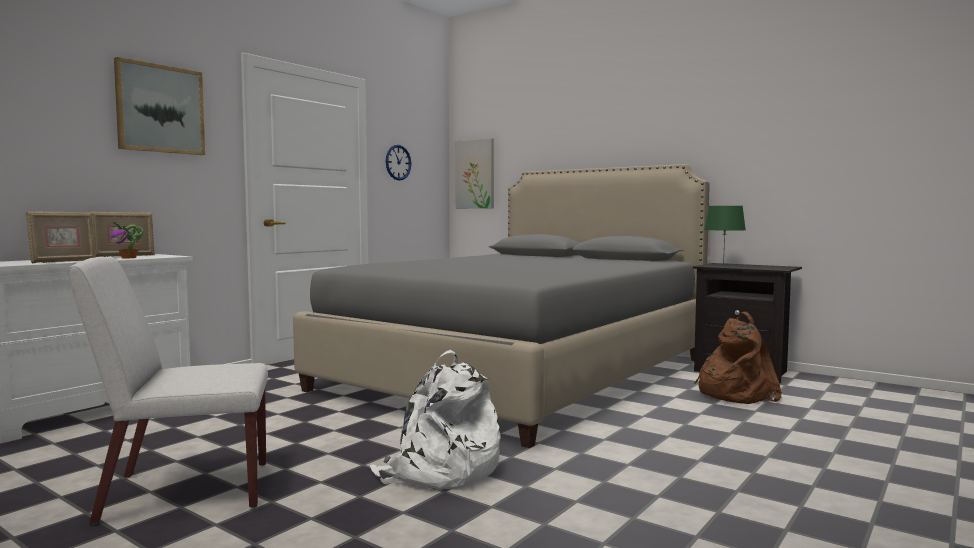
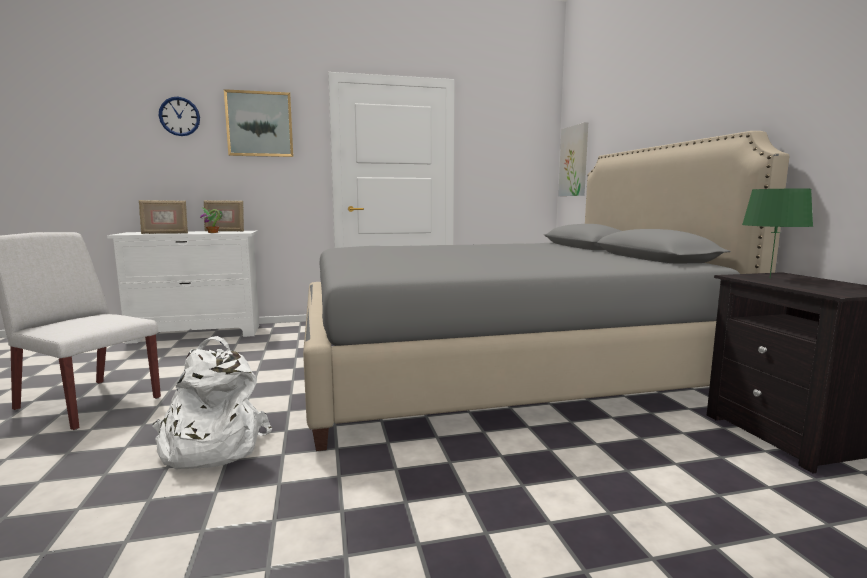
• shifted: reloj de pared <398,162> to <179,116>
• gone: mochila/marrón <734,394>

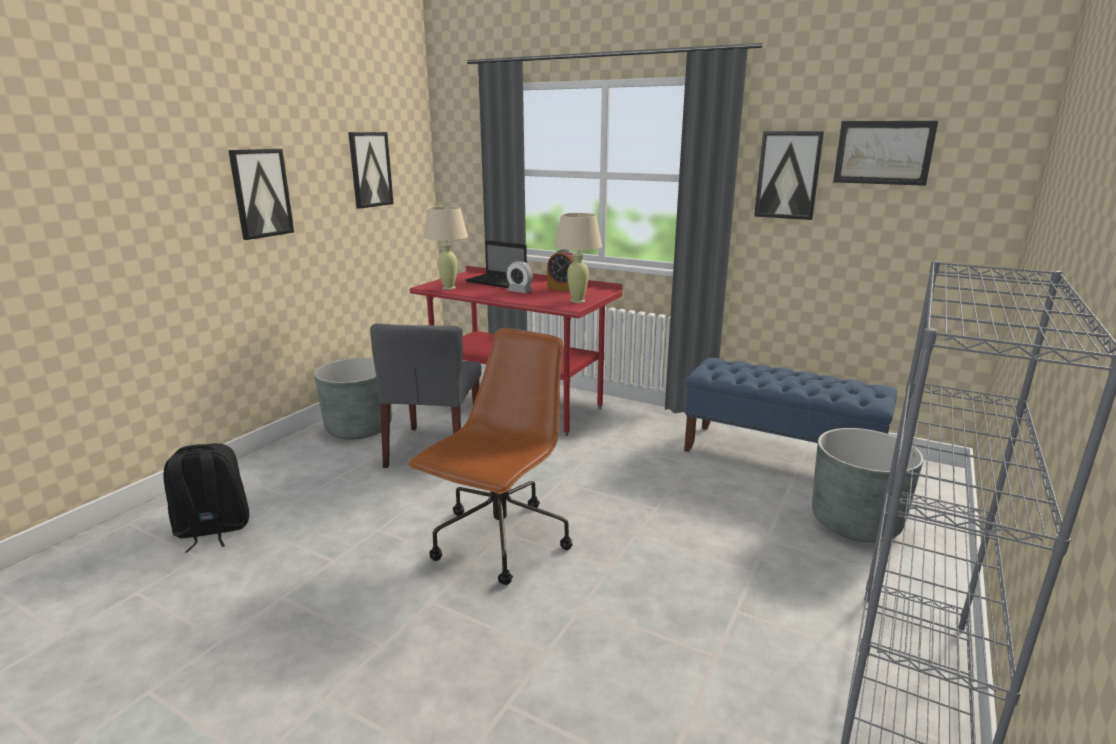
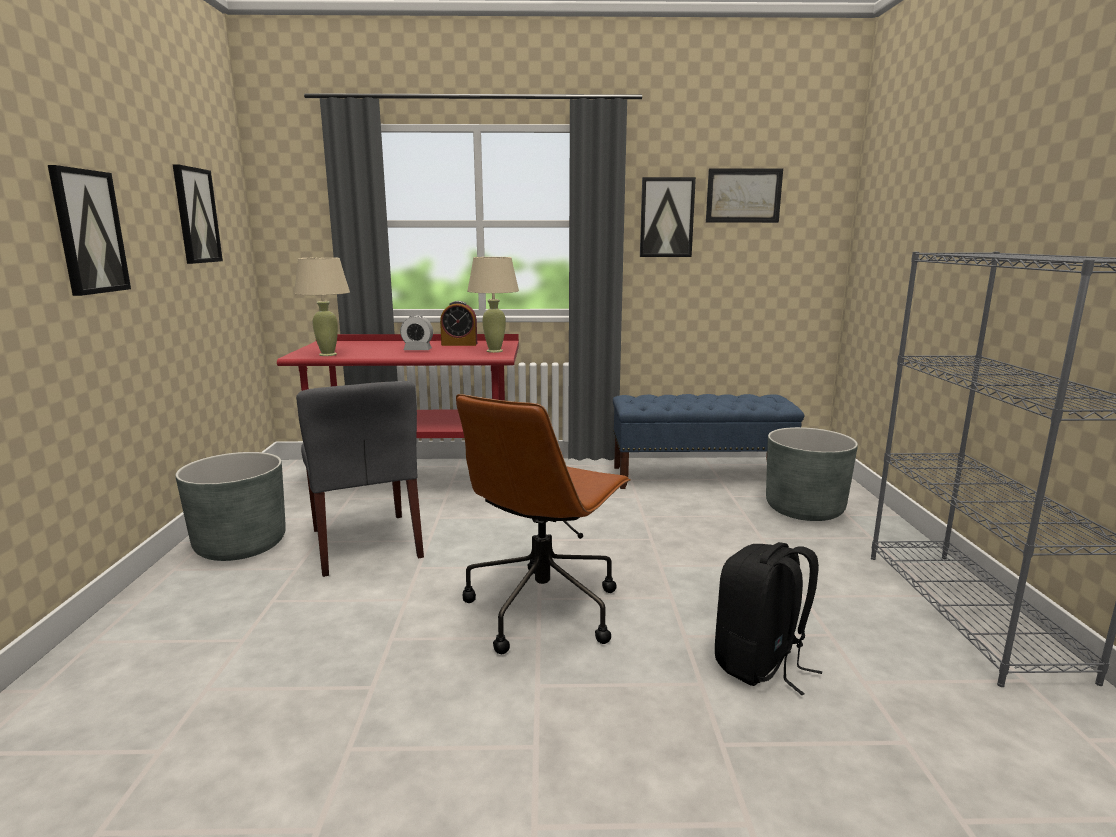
• shifted: mochila/negro <212,530> to <760,664>
• rotated: silla de oficina/marrón <500,542> = <543,608> 150 degrees counterclockwise
• gone: portátil <497,282>

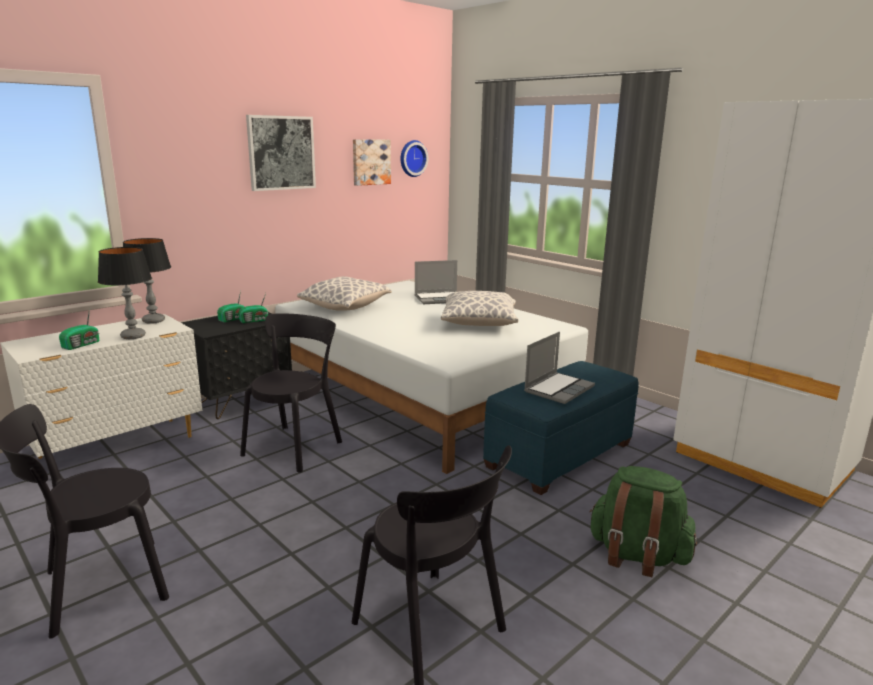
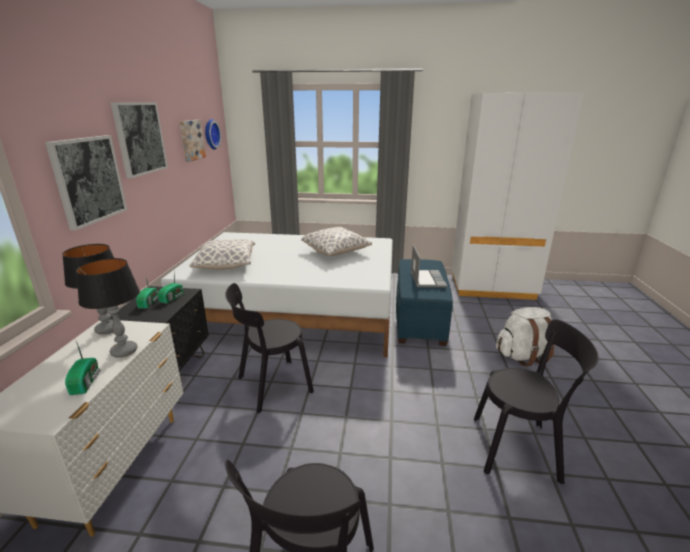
• rotated: silla/negro <295,446> = <271,386> 105 degrees counterclockwise
• gone: portátil <440,299>
• repainted: mochila/verde <637,556> to mochila/blanco <522,356>
• new: cuadro <88,180>

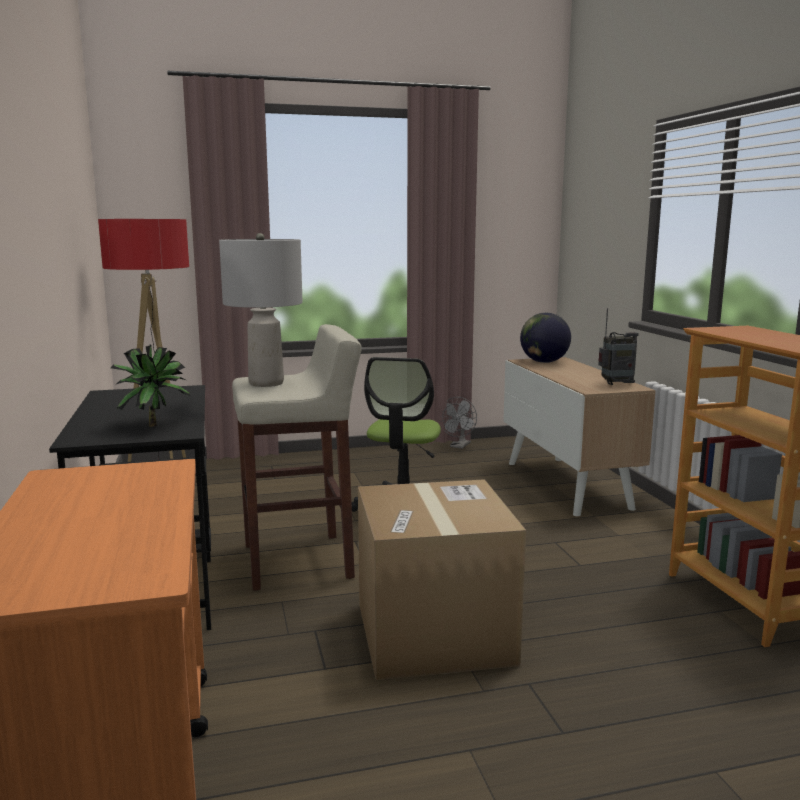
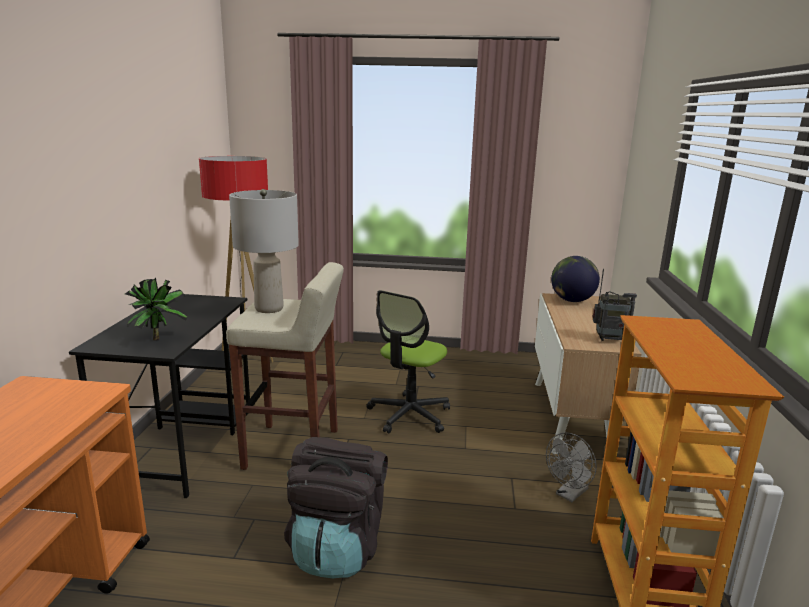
• swapped: caja de cartón <434,633> to mochila/negro <337,547>
• shifted: ventilador/gris <459,446> to <569,495>

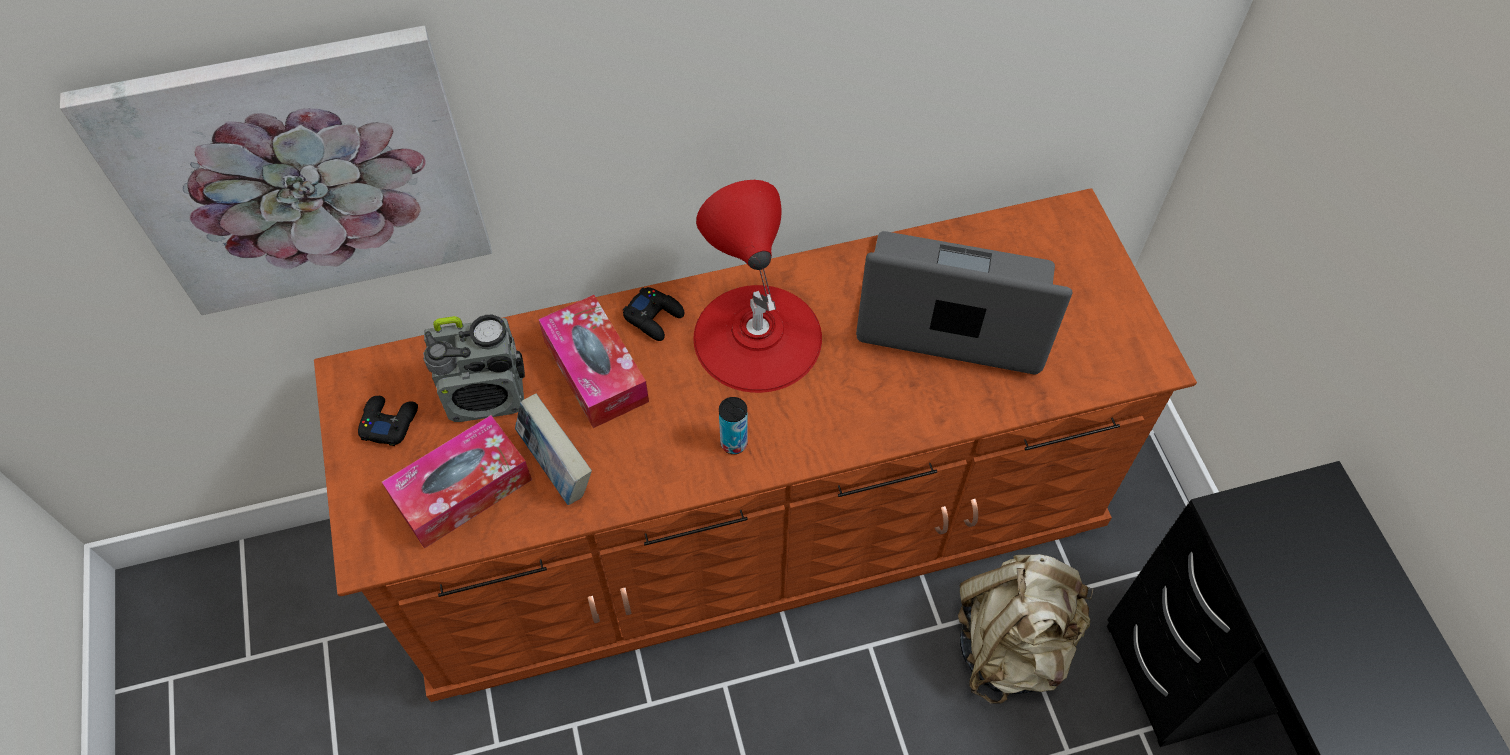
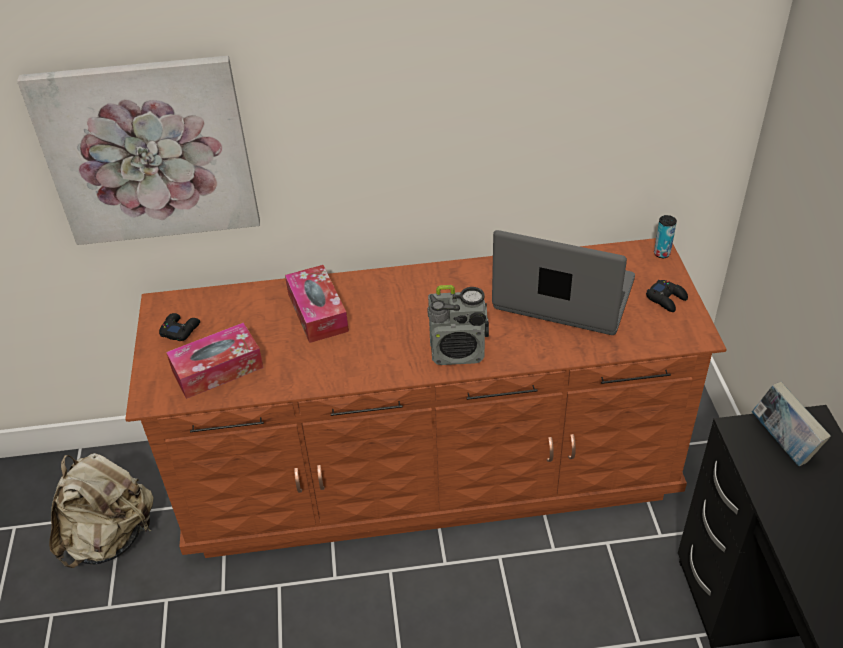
• shifted: radio <487,396> to <458,352>
• shifted: libro <557,469> to <783,443>
• shifted: mando de consola/negro <654,317> to <666,299>
• gone: lámpara de mesa/rojo <757,337>
• shifted: lata <734,443> to <661,253>
• shifted: mochila/beis <1012,645> to <110,538>

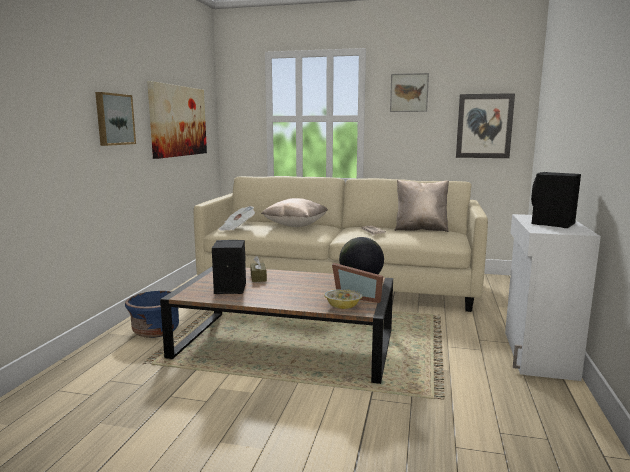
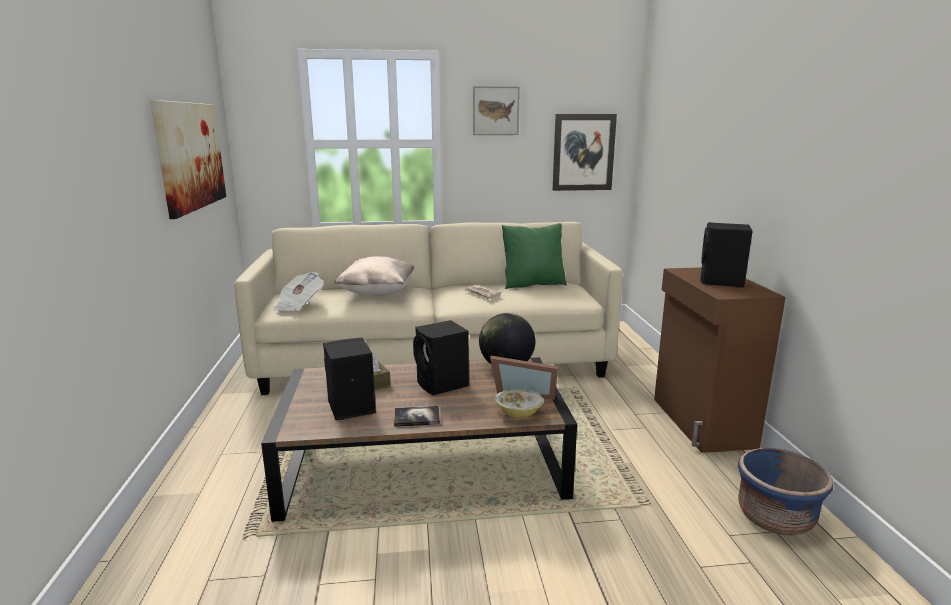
• gone: cuadro <114,119>
• shifted: maceta/azul <156,331> to <775,517>
• repainted: cojín/beis <420,229> to cojín/verde <532,284>
• repainted: armario/blanco <537,354> to armario/marrón <701,422>
• new: libro <417,417>
• new: altavoz/negro <442,385>

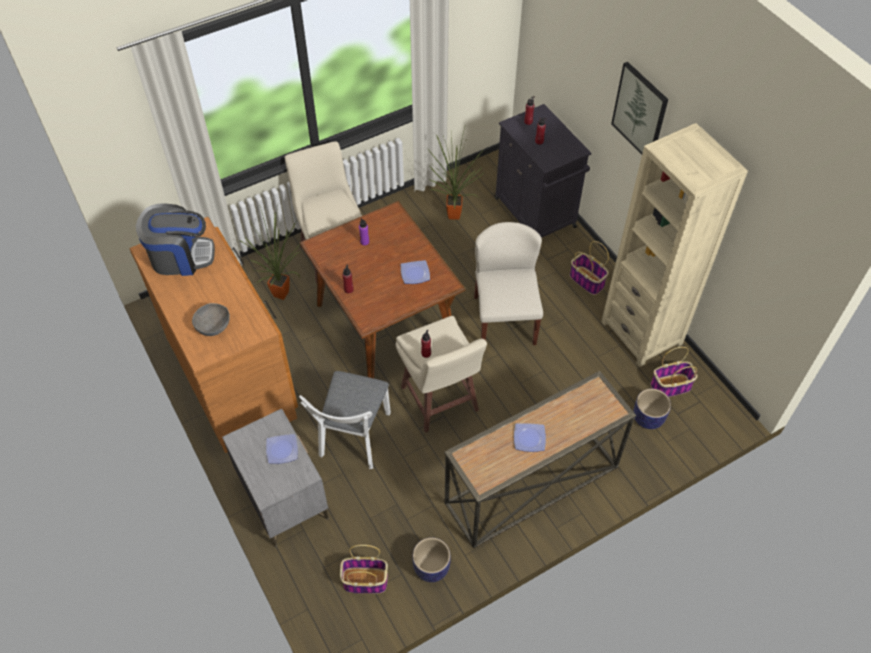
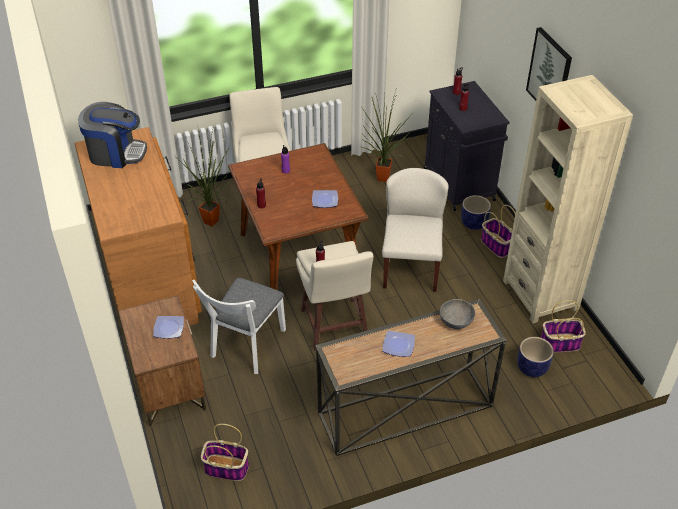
• shifted: cuenco/gris <213,326> to <456,321>
• repainted: mesita de noche/gris <283,498> to mesita de noche/marrón <168,386>
• shifted: maceta <432,568> to <474,223>

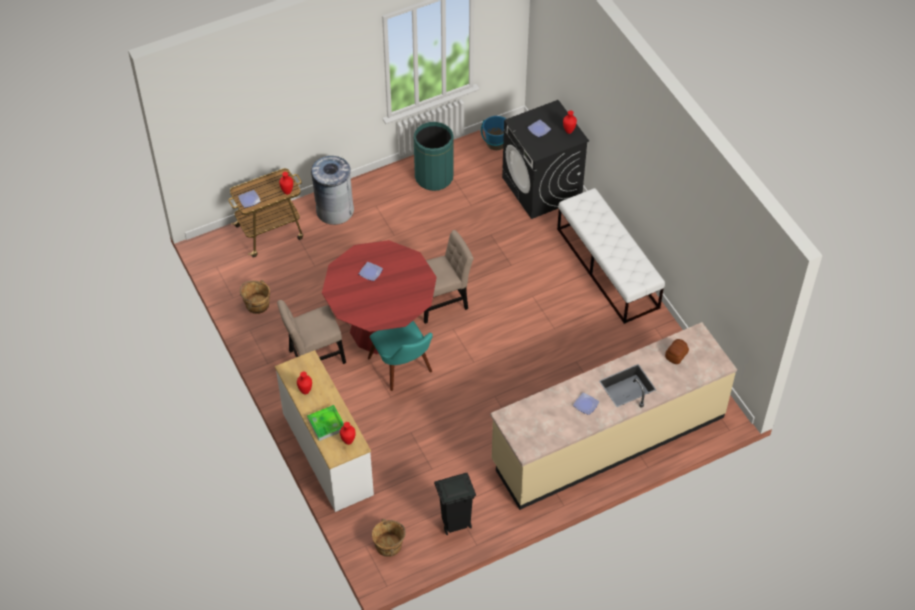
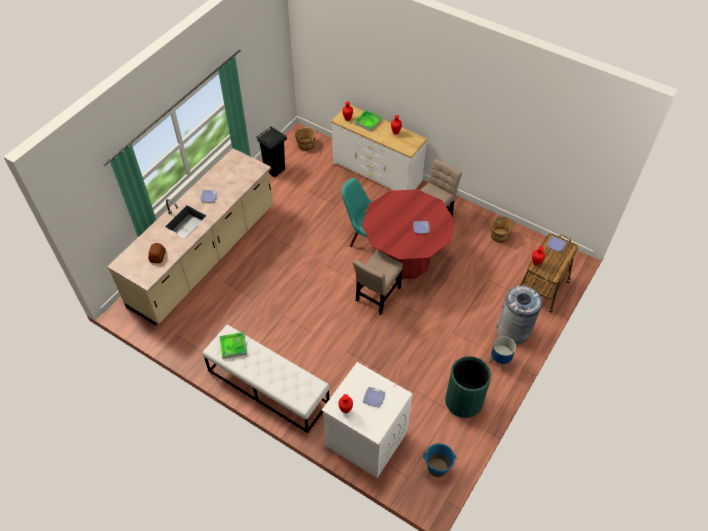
• repainted: lavadora/negro <542,188> to lavadora/blanco <366,438>
• new: bandeja <233,346>
• new: maceta <500,360>

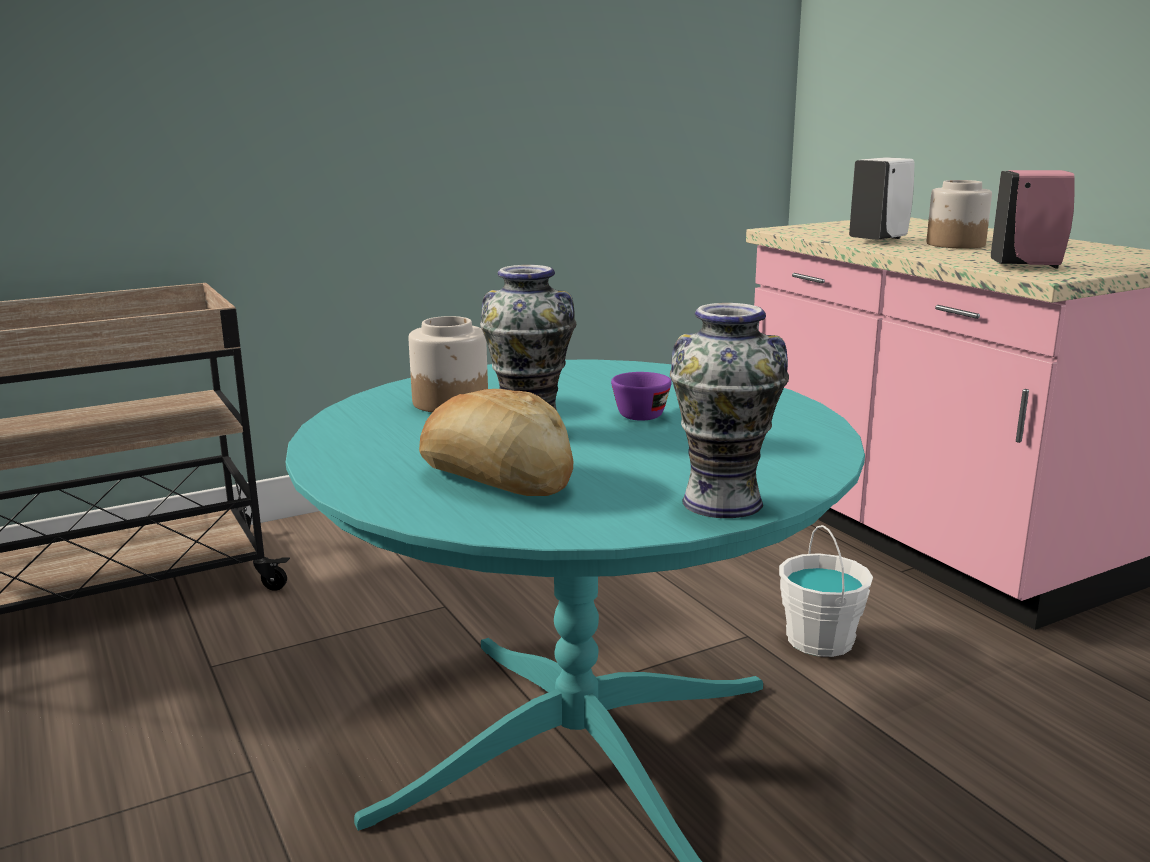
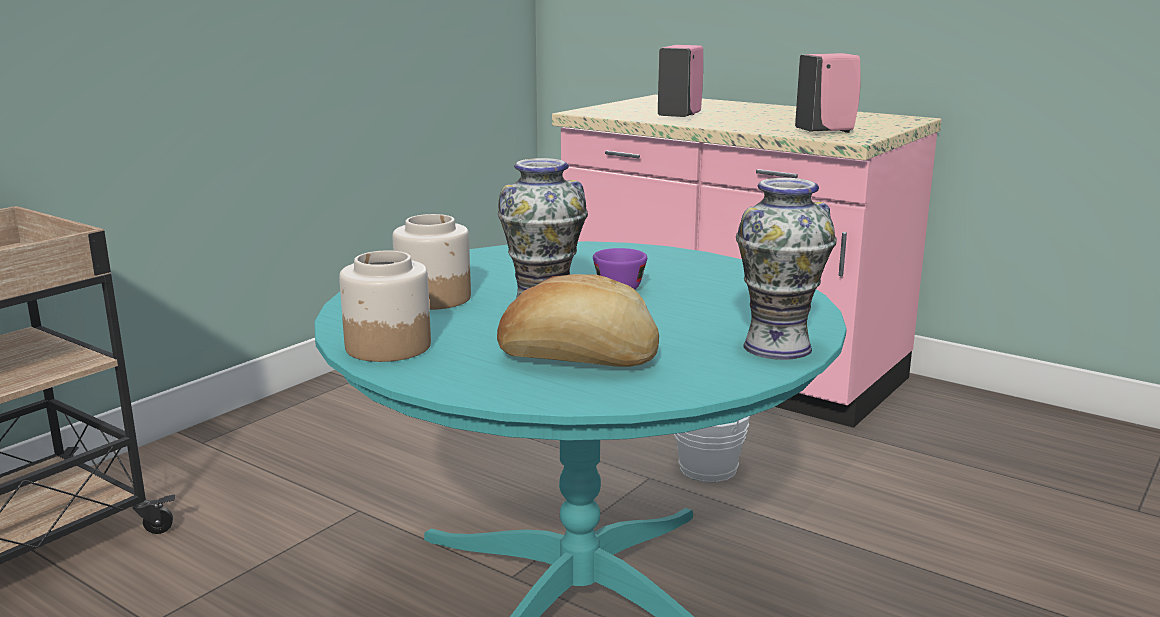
• repainted: dispensador de jabón/blanco <879,240> to dispensador de jabón/rosa <680,117>
• shifted: tarro <955,244> to <387,346>

